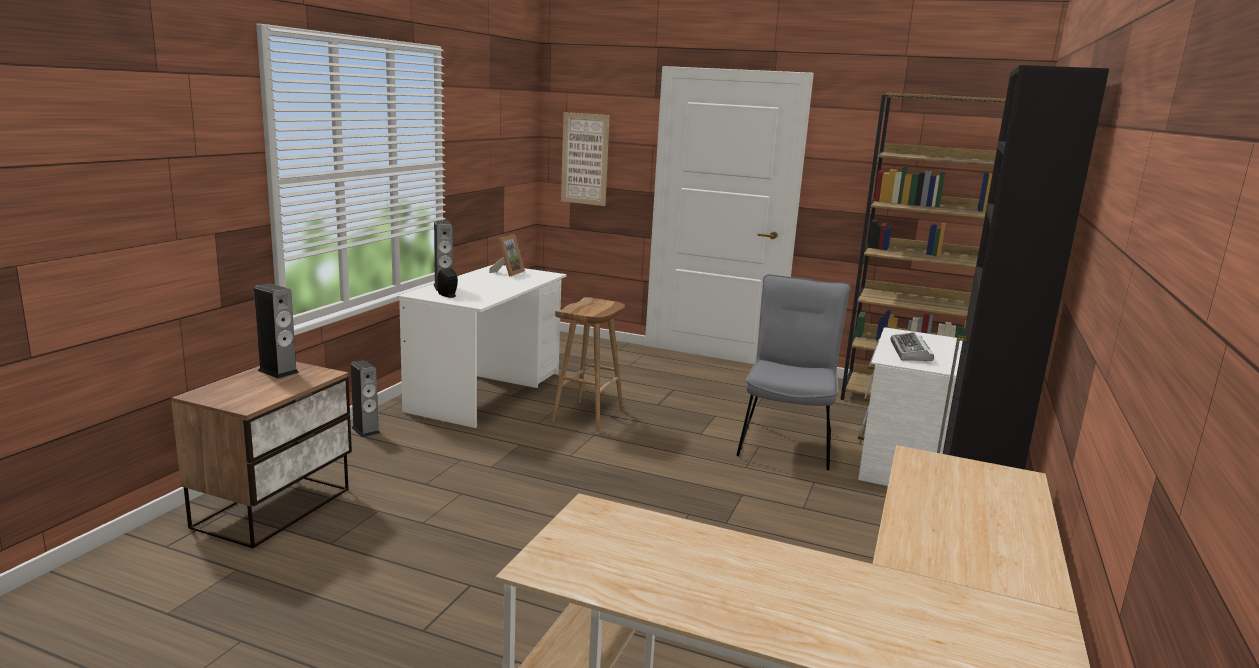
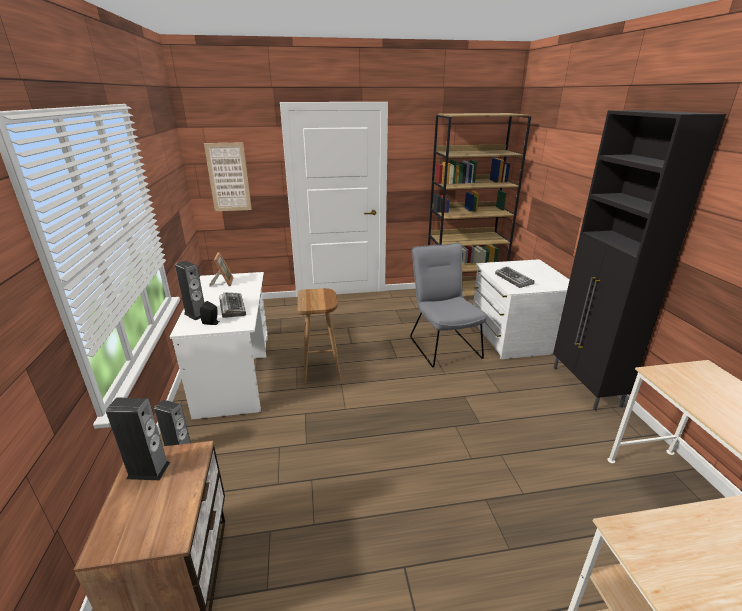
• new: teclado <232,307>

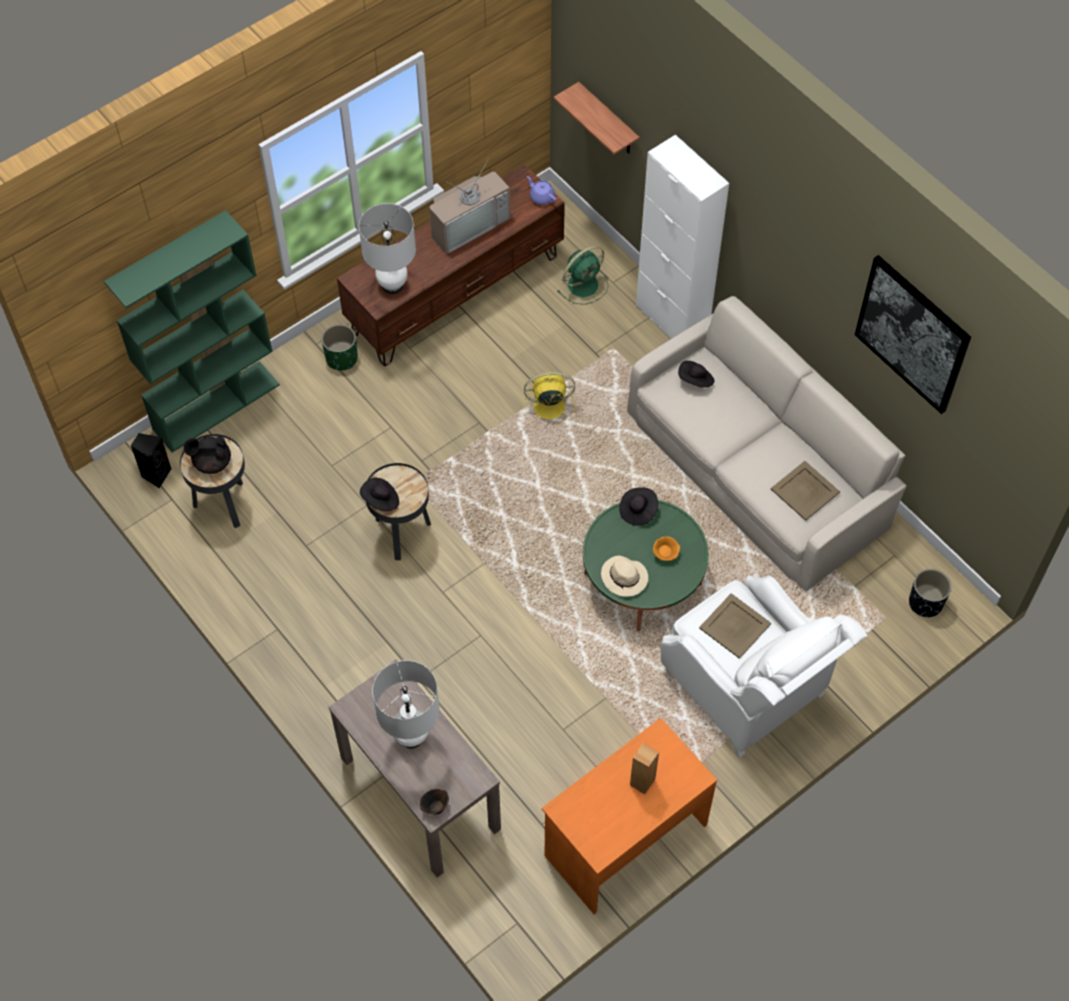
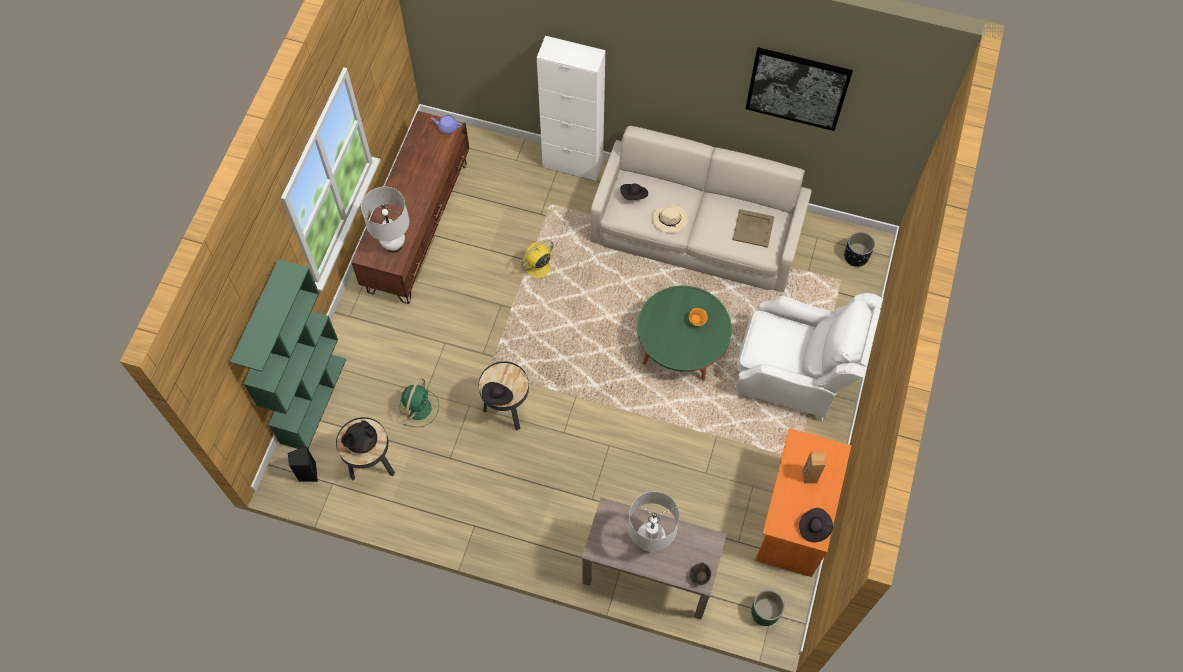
• shifted: maceta/verde <341,358> to <765,612>
• gone: televisor <468,224>
• gone: estante <608,121>
• shifted: ventilador/verde <584,284> to <419,407>
• shifted: sombrero/beis <625,578> to <670,219>
• shifted: sombrero/negro <638,511> to <814,528>
• gone: bandeja/beis <734,626>

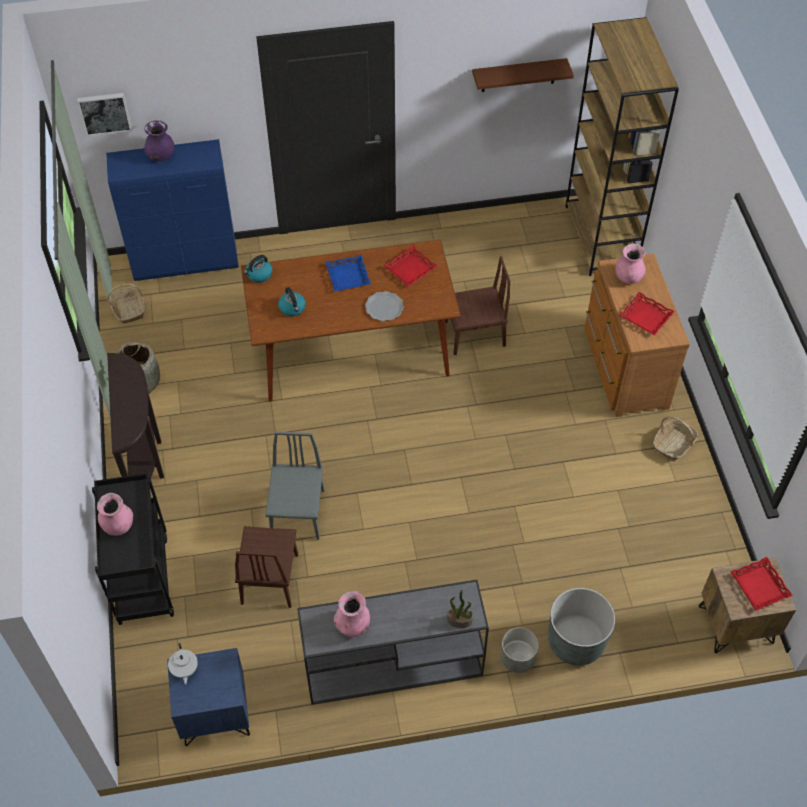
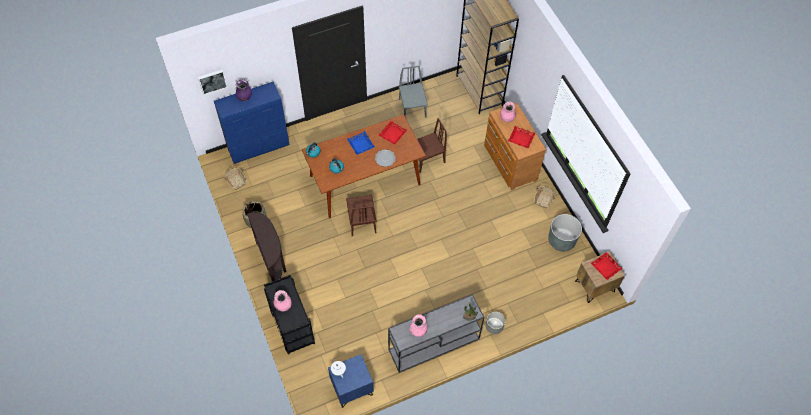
• shifted: silla/marrón <270,578> to <361,221>
• shifted: silla/gris <298,513> to <412,108>
• gone: estante/marrón <518,75>
• shifted: maceta/gris <576,641> to <561,240>

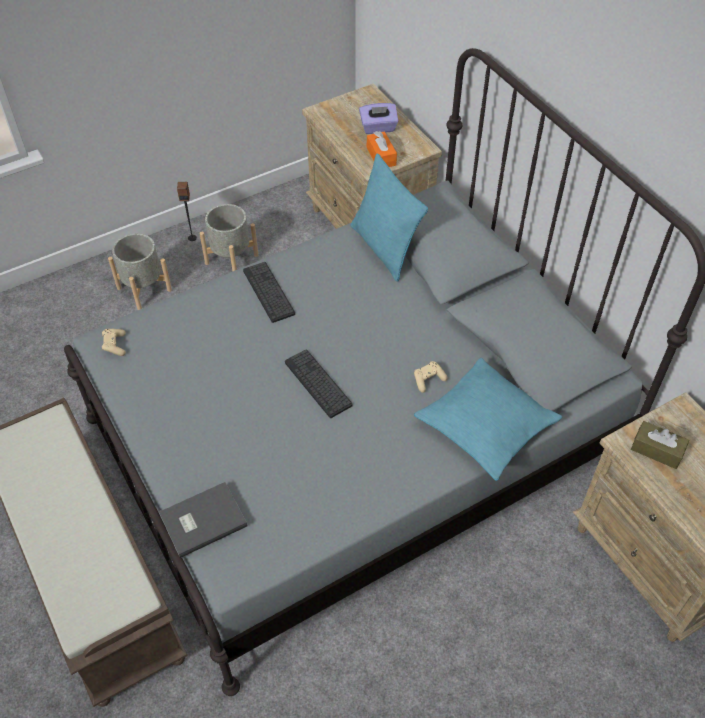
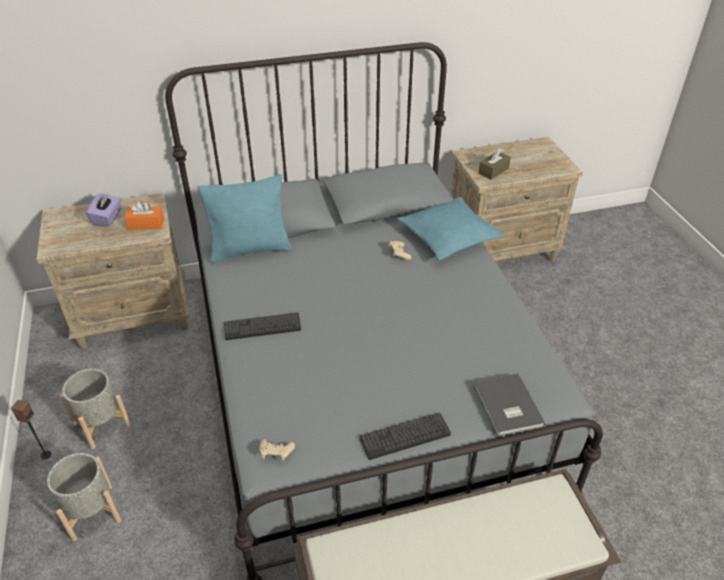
• shifted: teclado <318,383> to <405,436>

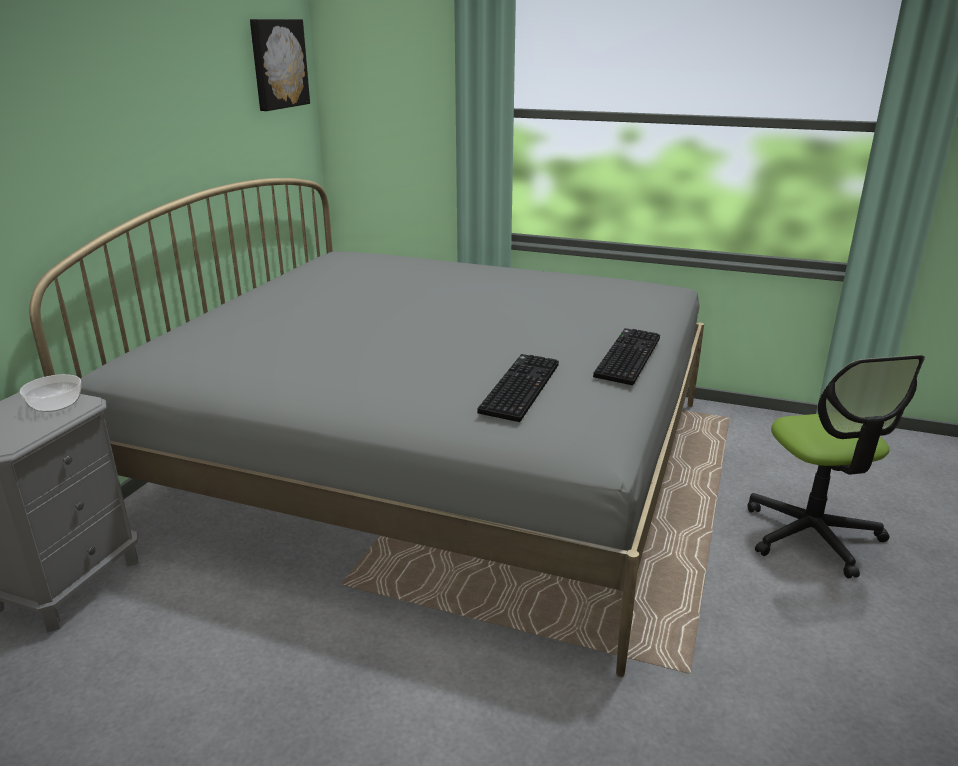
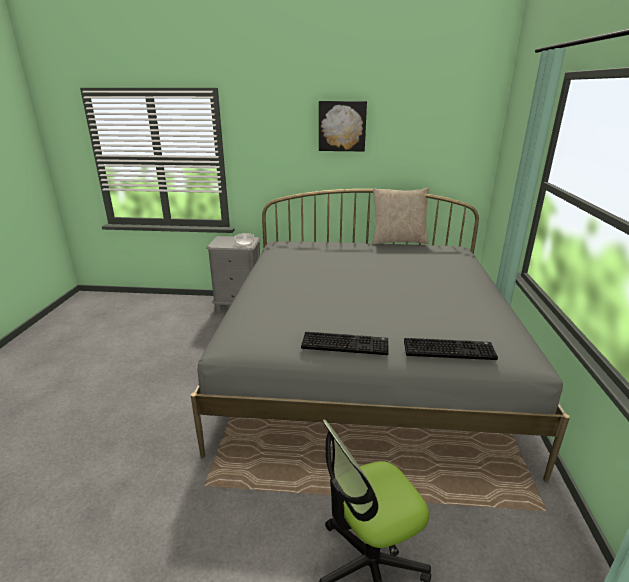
• shifted: cuadro <278,64> to <342,126>
• shifted: teclado <518,387> to <449,349>
• new: cojín/beis <398,241>

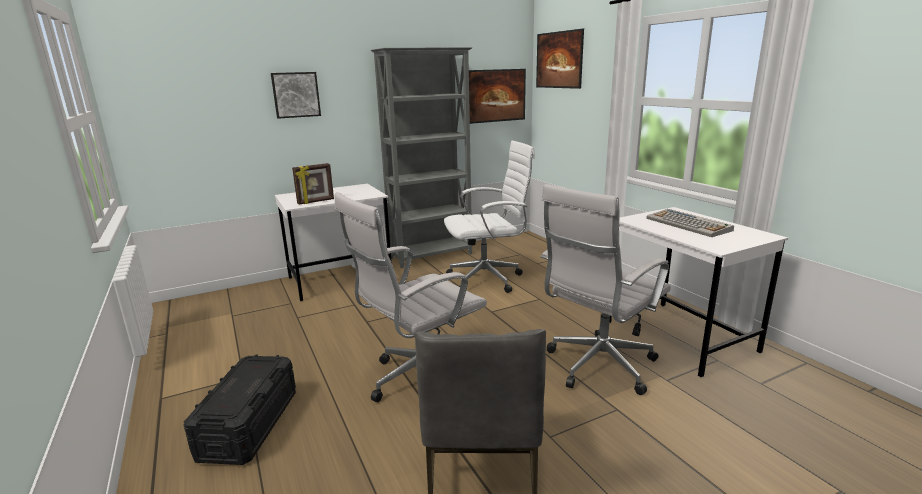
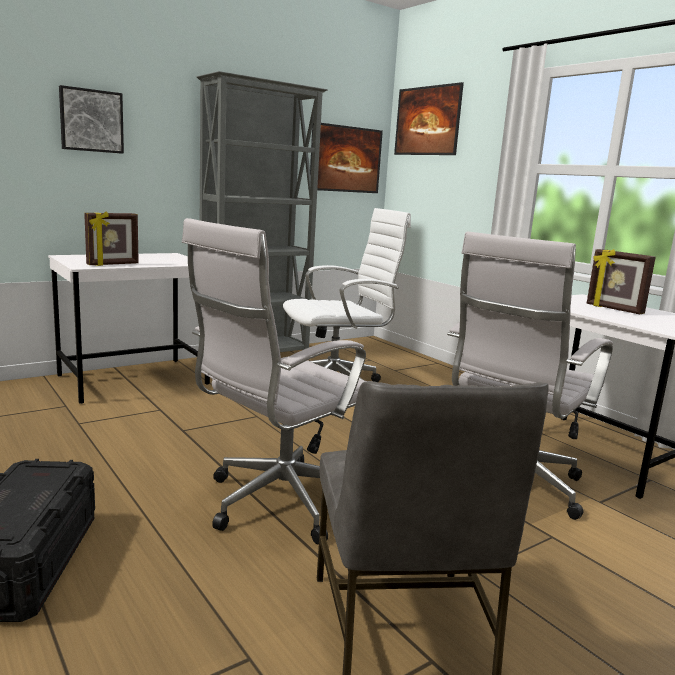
• swapped: teclado <689,224> to portarretratos <614,309>

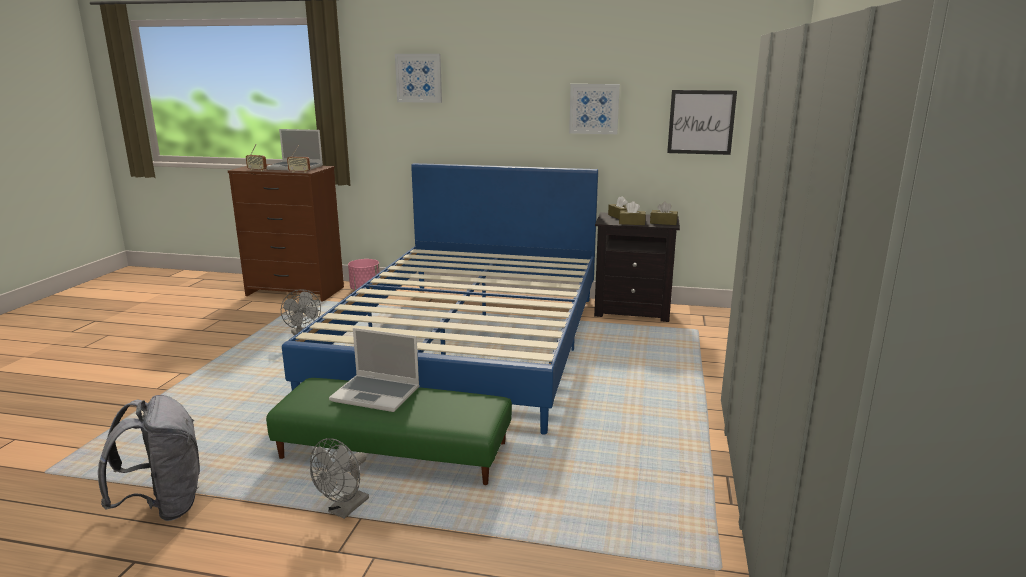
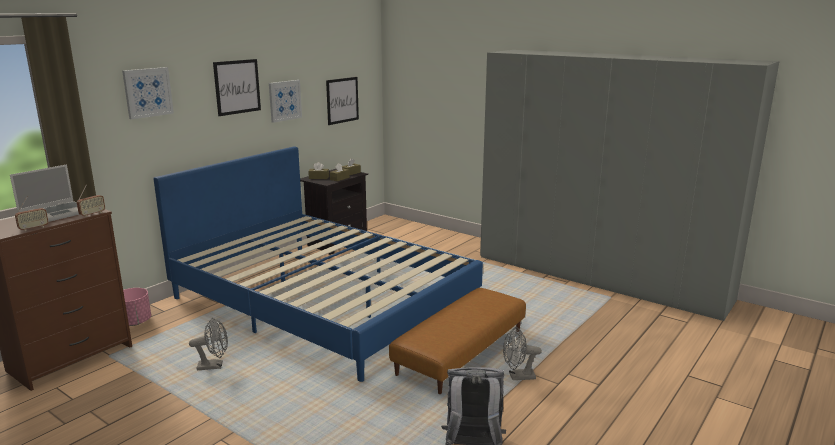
• repainted: puf/verde <395,450> to puf/marrón <460,352>
• rotated: ventilador/gris <344,510> = <518,377> 120 degrees clockwise
• gone: portátil <377,394>
• new: cuadro <237,87>

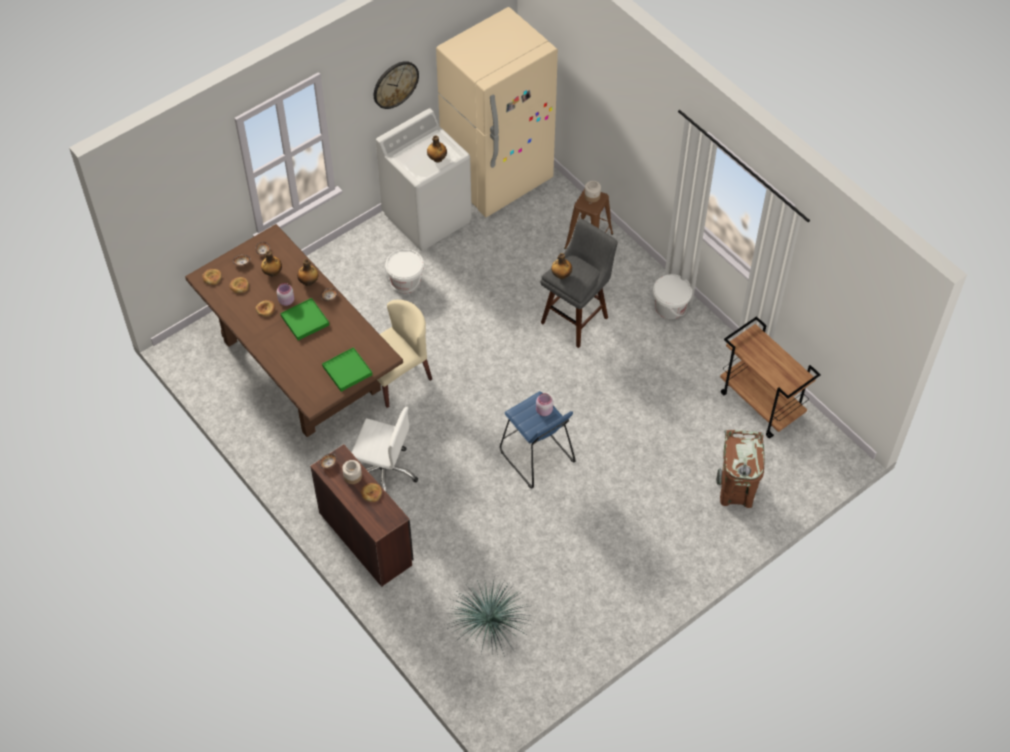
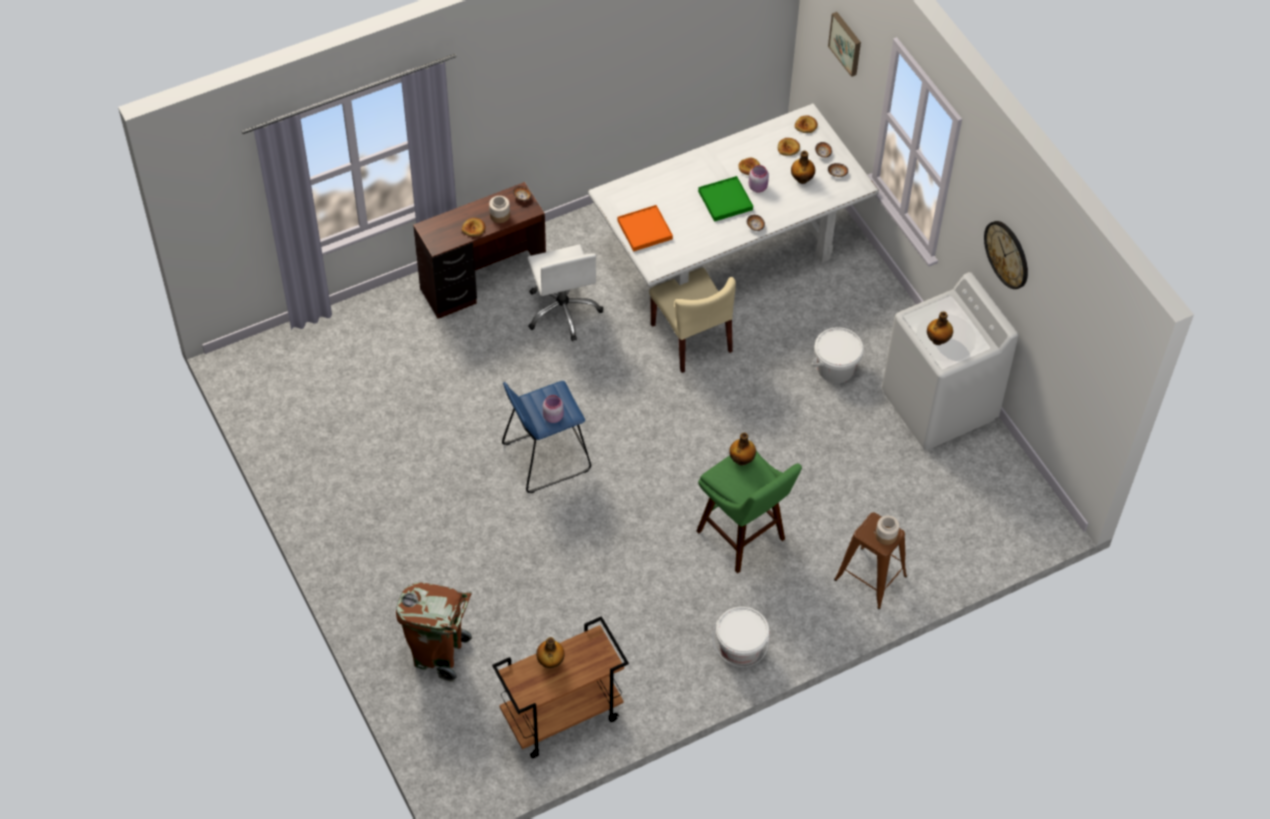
• repainted: mesa de comedor/marrón <302,366> to mesa de comedor/blanco <728,253>
• shifted: botella <309,282> to <550,661>
• repainted: bandeja/verde <347,371> to bandeja/naranja <644,230>
• rotated: silla de oficina/blanco <384,472> = <563,310> 45 degrees counterclockwise
• gone: nevera/beis <498,179>
• gone: planta en maceta <489,622>
• repainted: taburete/gris <576,318> to taburete/verde <743,538>
• new: cuadro <846,43>

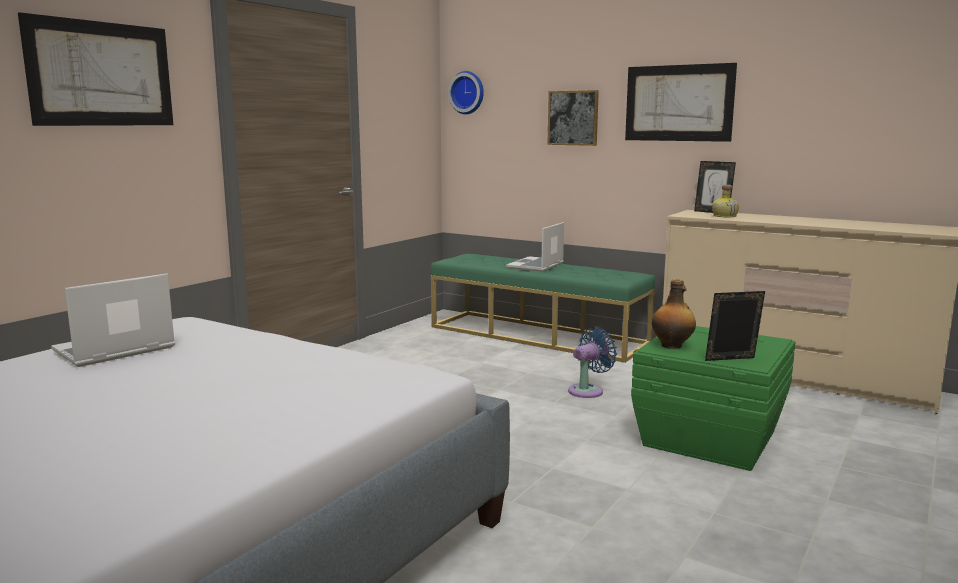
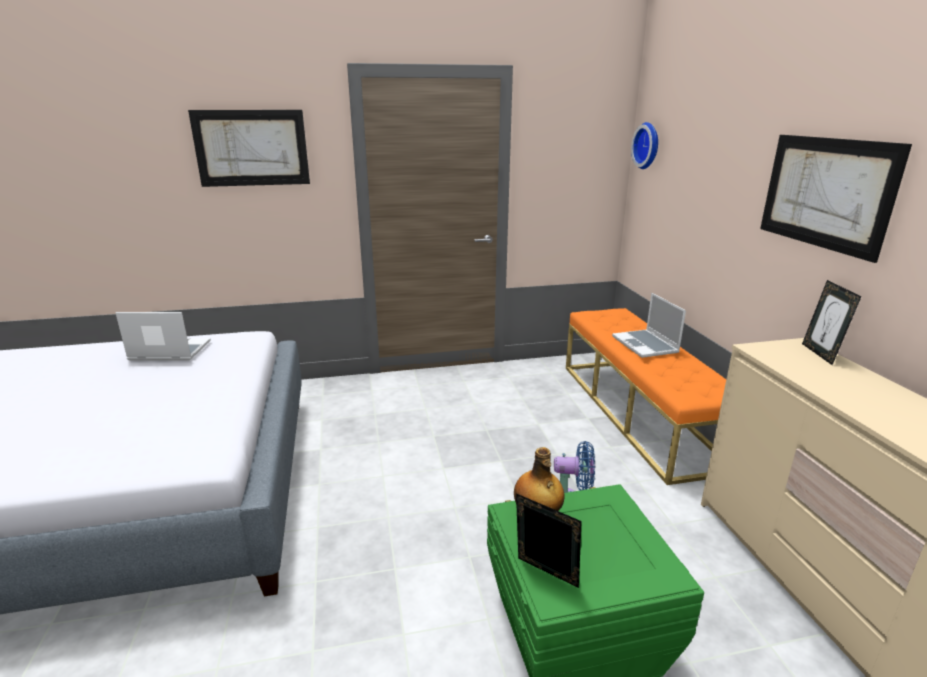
• repainted: banco/verde <537,335> to banco/naranja <639,413>
• rotated: portátil <536,266> = <646,345> 90 degrees counterclockwise
• gone: cuadro <573,118>
• gone: botella <725,216>

